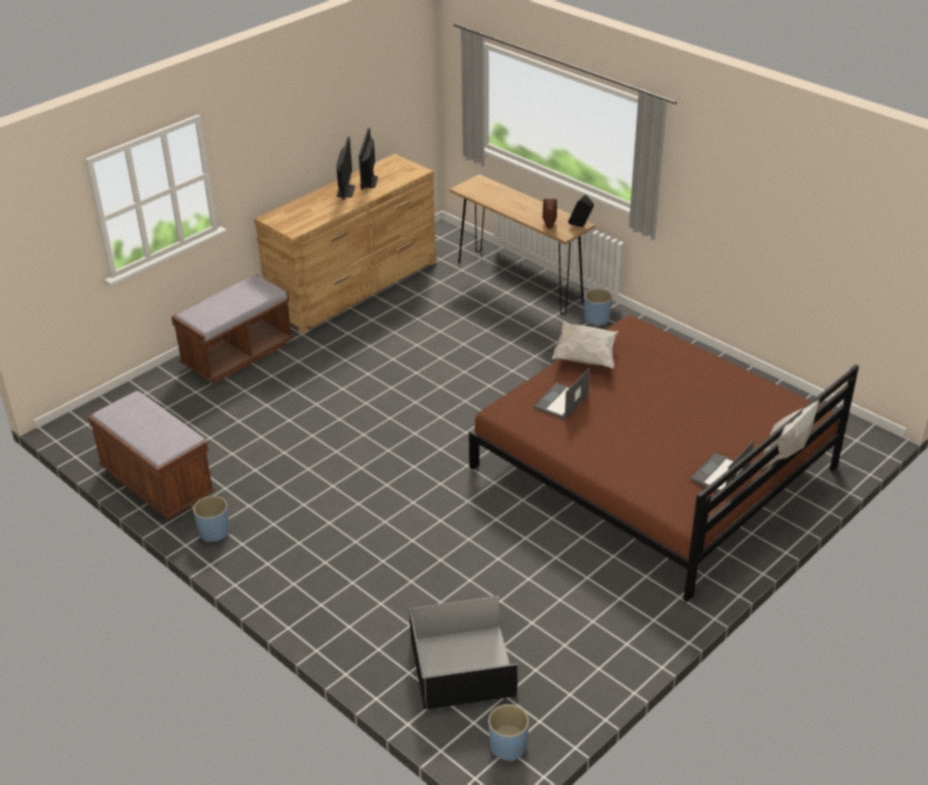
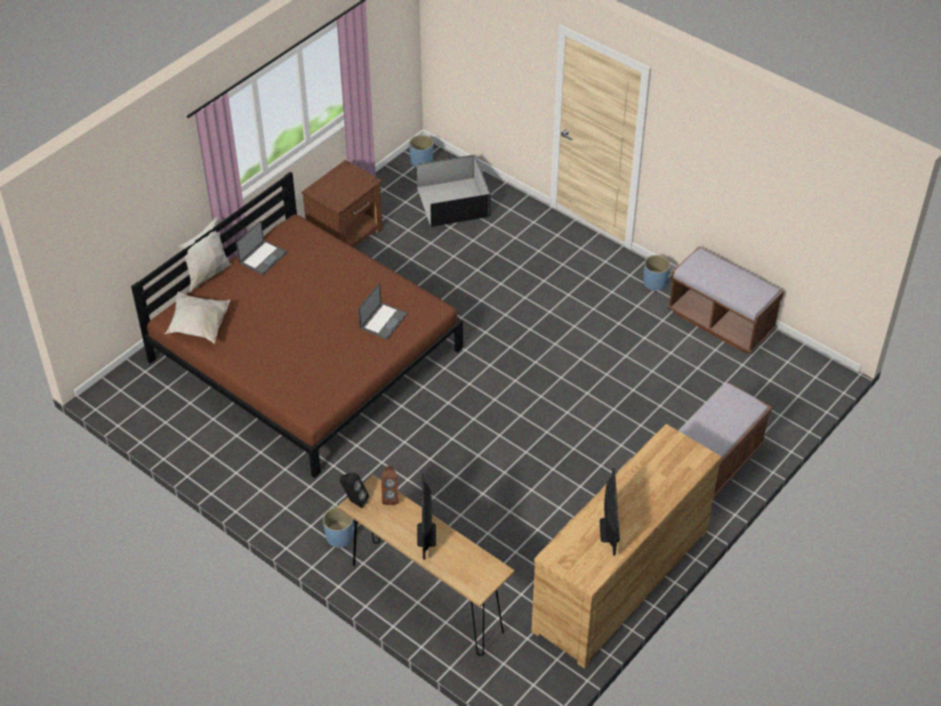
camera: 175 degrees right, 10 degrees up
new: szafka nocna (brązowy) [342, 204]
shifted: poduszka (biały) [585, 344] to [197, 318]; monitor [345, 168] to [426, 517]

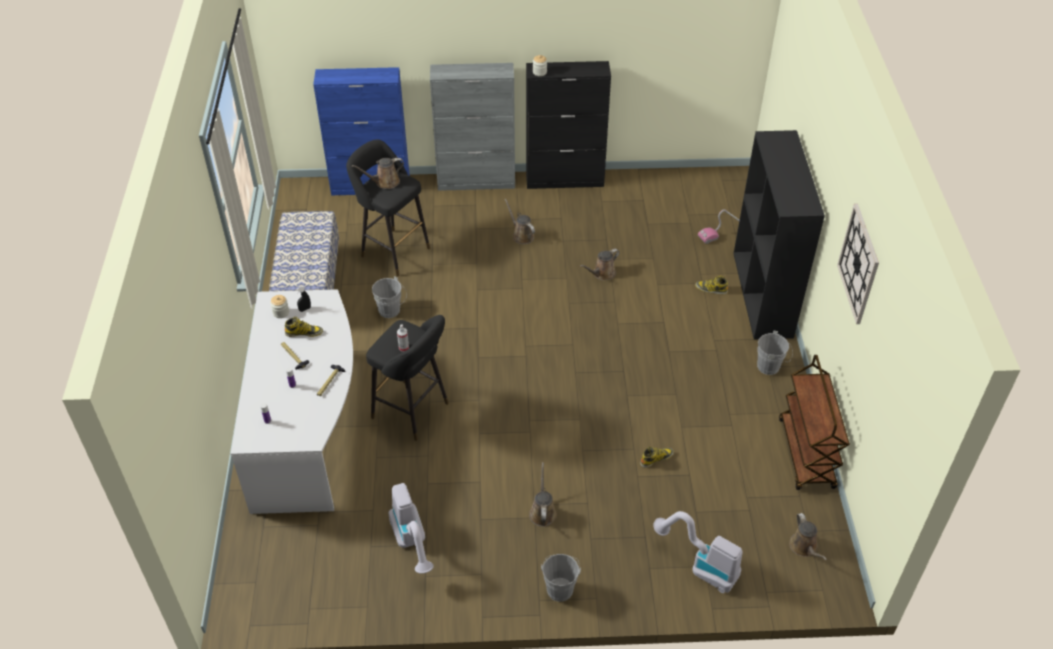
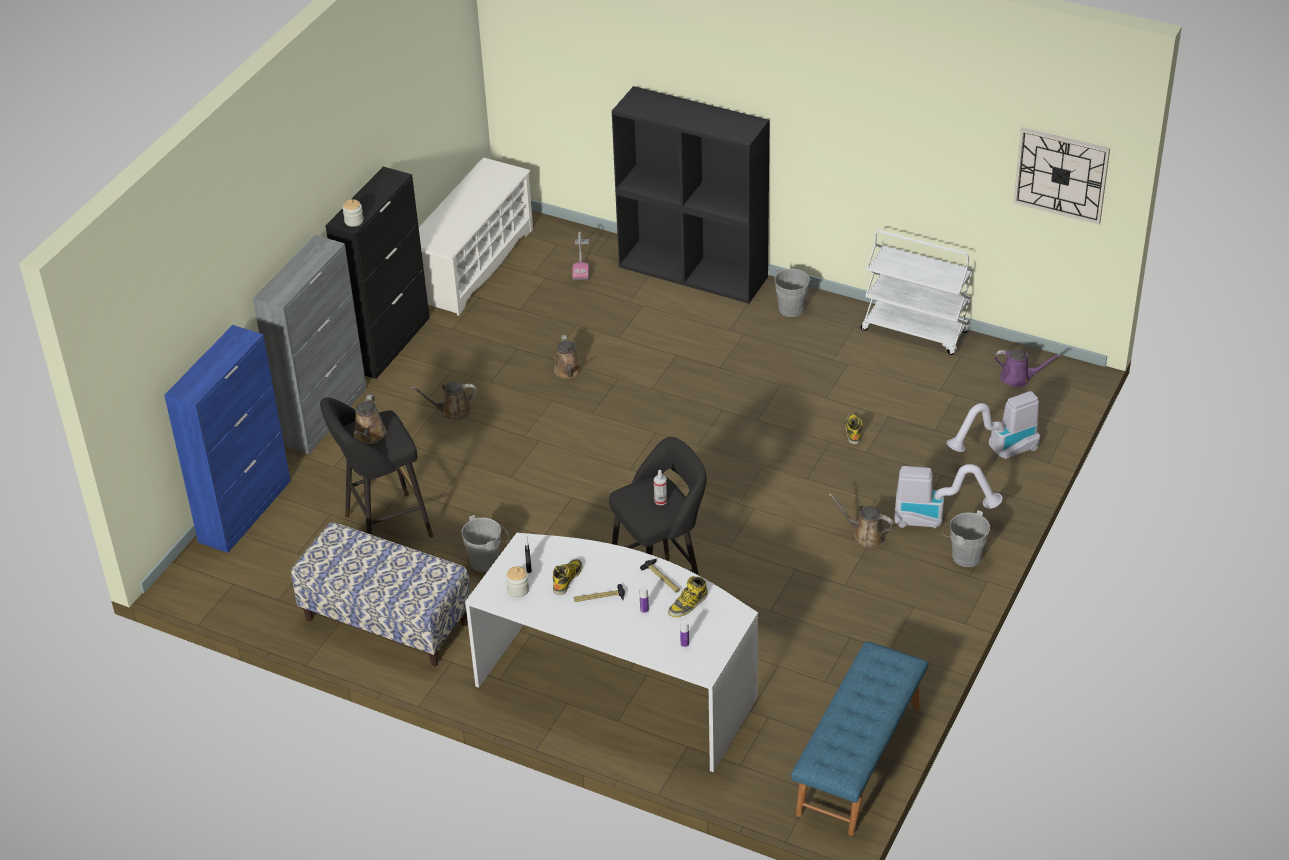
camera: 60 degrees left, 5 degrees down
new: regał na buty (biały) [476, 236]; ławka (niebieski) [860, 738]
shifted: but z cholewką [711, 285] to [688, 596]; odkurzacz [411, 528] to [948, 496]; zegar ścienny [858, 263] to [1061, 176]
repainted: wózek (brązowy) [814, 422] to wózek (biały) [917, 292]; konewka (brązowy) [808, 536] to konewka (fioletowy) [1027, 368]

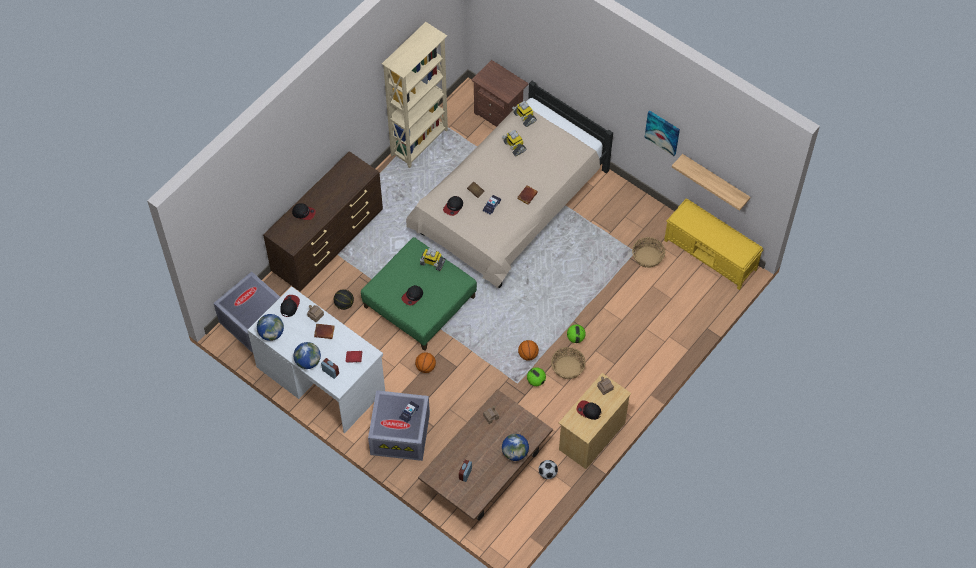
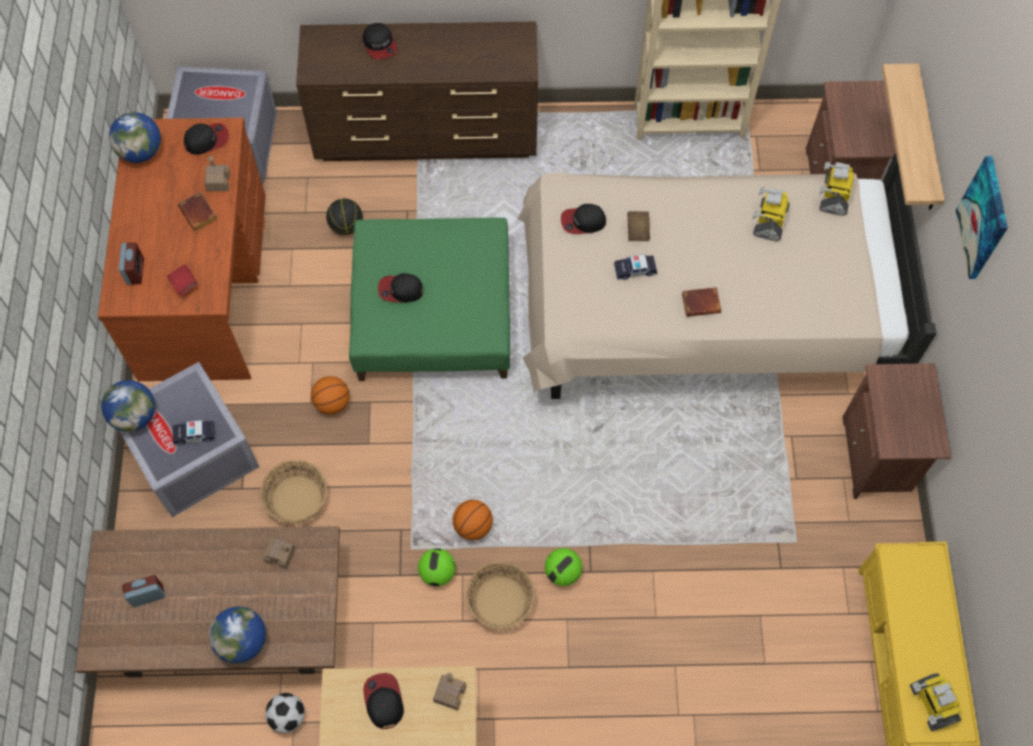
camera: 50 degrees right, 5 degrees up
new: szafka nocna (brązowy) [897, 431]
shifted: globus [307, 355] to [128, 406]; koszyk [648, 252] to [293, 492]; półka [711, 182] to [913, 137]; robot zabawkowy [432, 259] to [935, 703]; obraz [662, 133] to [982, 217]
repainted: biurko (biały) [316, 360] to biurko (brązowy) [182, 249]

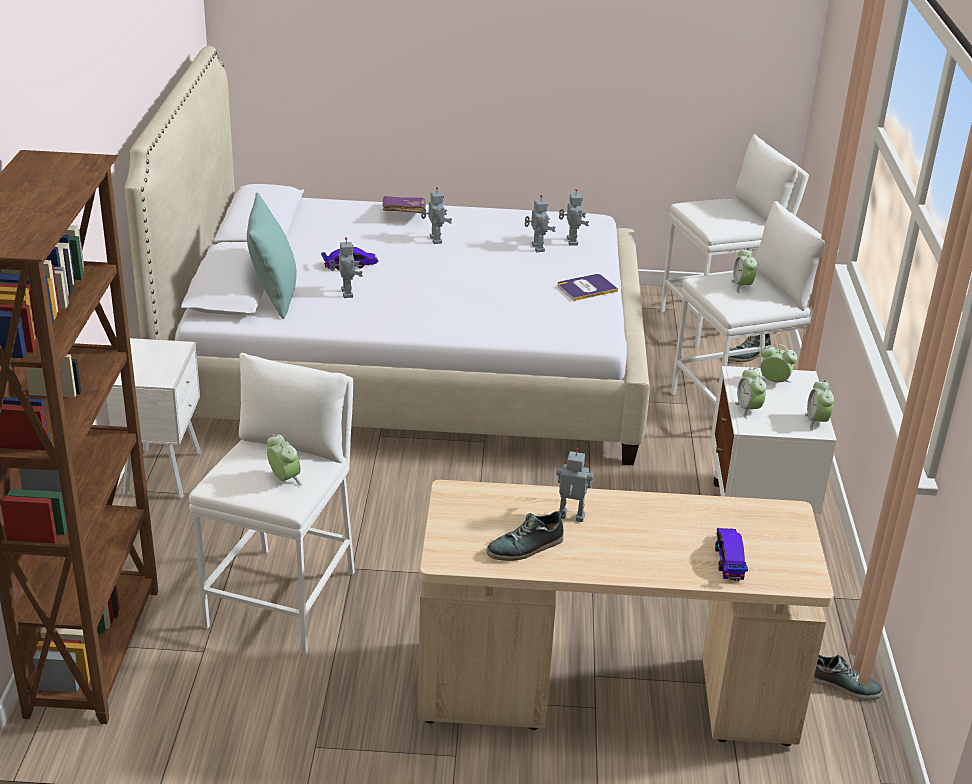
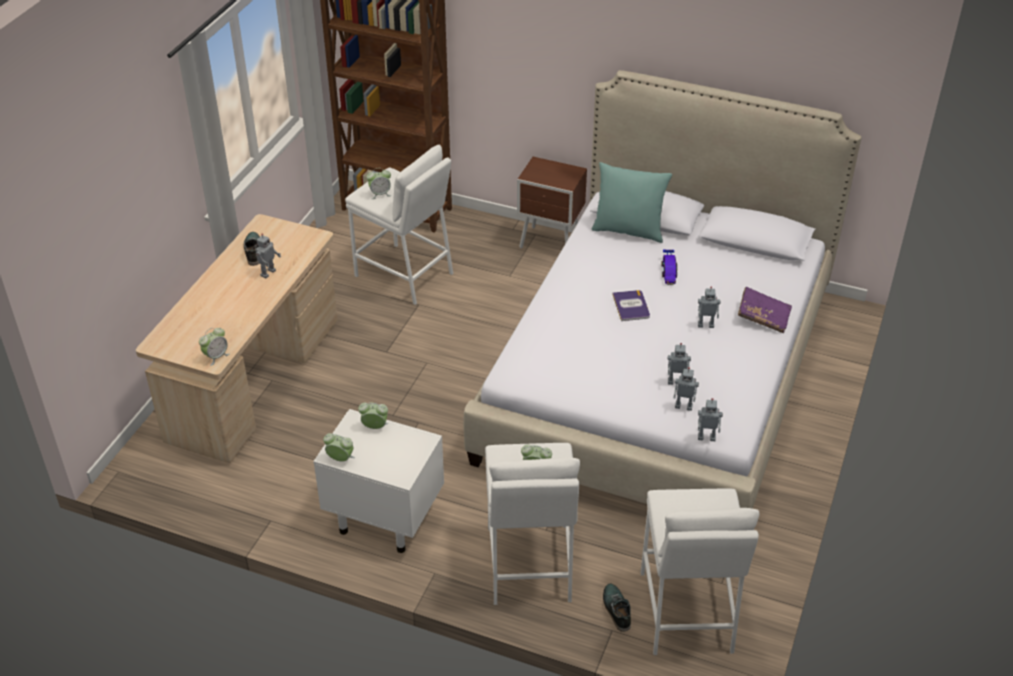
camera: 110 degrees right, 10 degrees up
gone: samochodzik [731, 554]; but [847, 677]
shifted: budzik [778, 363] to [214, 347]; książka [588, 287] to [631, 305]; robot zabawkowy [346, 267] to [710, 419]
repainted: szafka nocna (biały) [154, 418] to szafka nocna (brązowy) [552, 202]

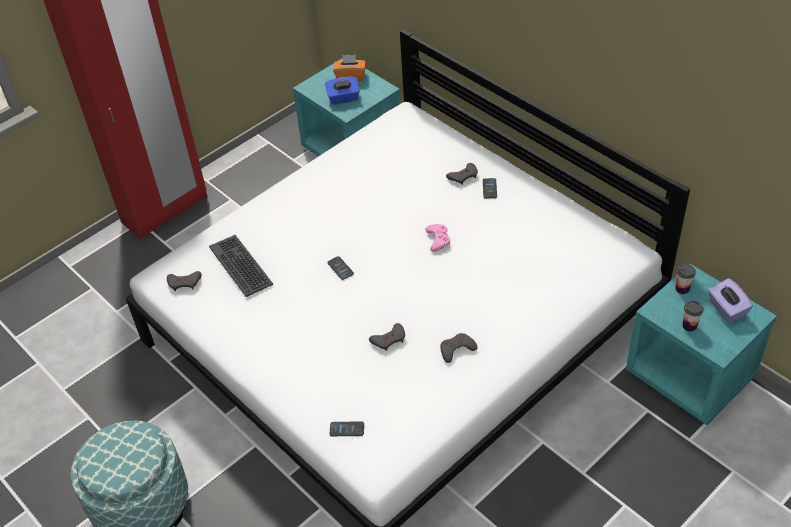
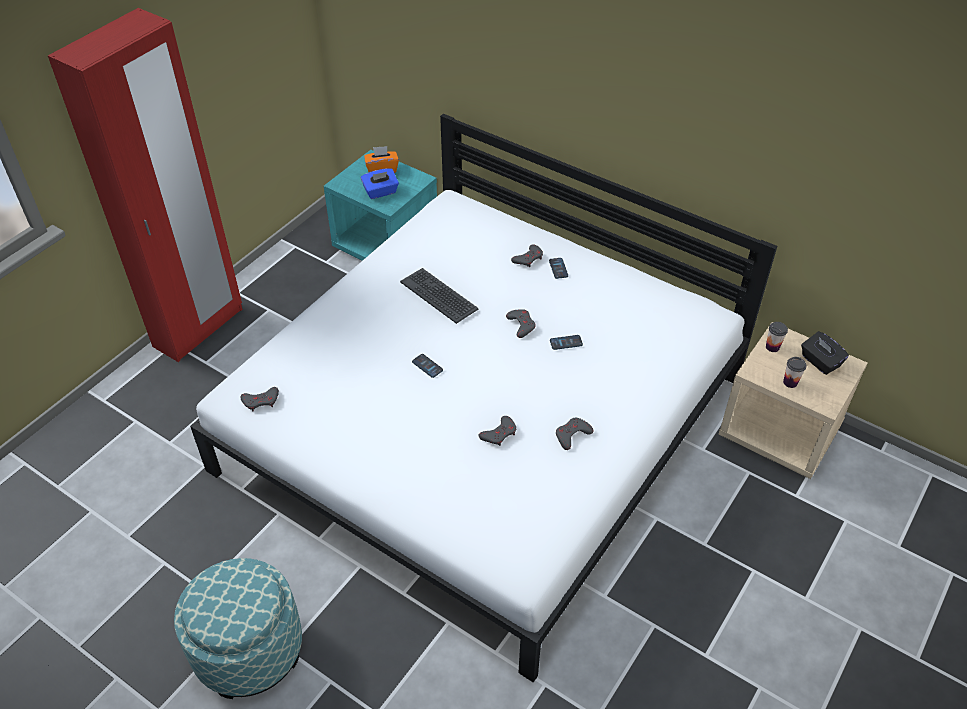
camera: 15 degrees left, 0 degrees up
shifted: klawiatura [241, 266] to [439, 296]; telefon [347, 428] to [566, 342]
repainted: pad do gier (różowy) [437, 238] to pad do gier (szary) [521, 323]; szafka nocna (turkusowy) [701, 344] to szafka nocna (beżowy) [793, 400]; pudełko chusteczek (fioletowy) [730, 300] to pudełko chusteczek (czarny) [825, 353]

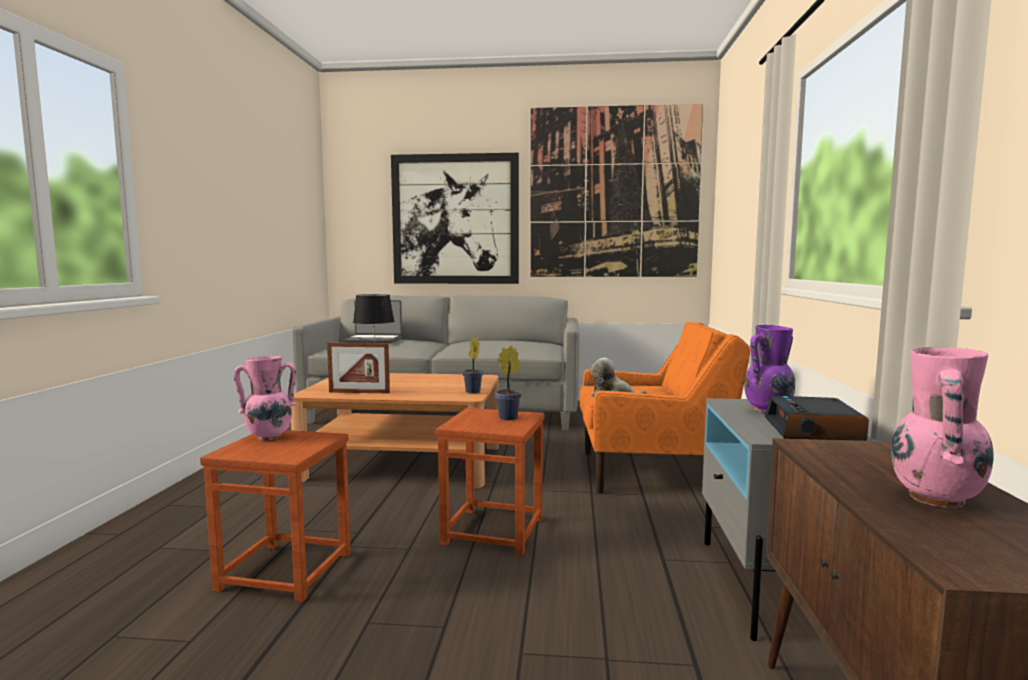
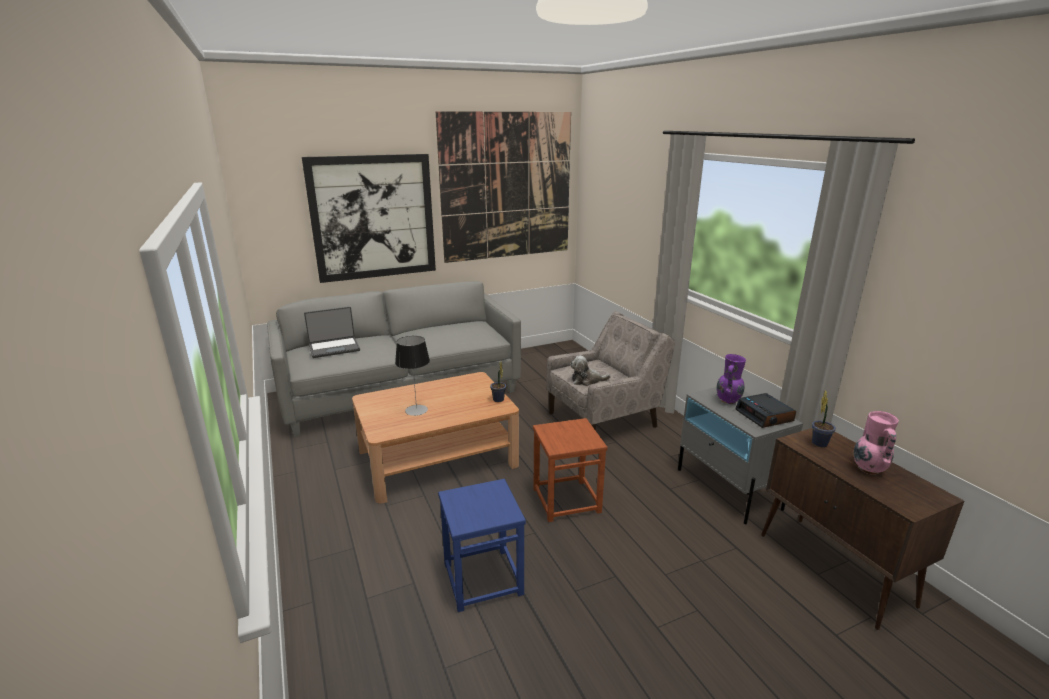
camera: 30 degrees left, 15 degrees up
gone: wazon (różowy) [265, 398]; ramka na zdjęcie [358, 367]
shifted: roślina doniczkowa [508, 382] to [824, 419]
repainted: stołek (brązowy) [275, 516] to stołek (niebieski) [482, 545]; fotel (pomarańczowy) [664, 407] to fotel (beżowy) [610, 371]

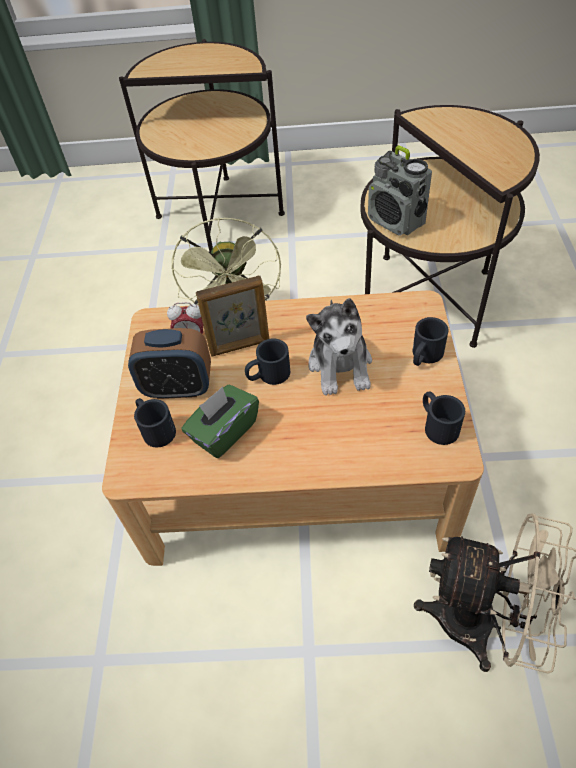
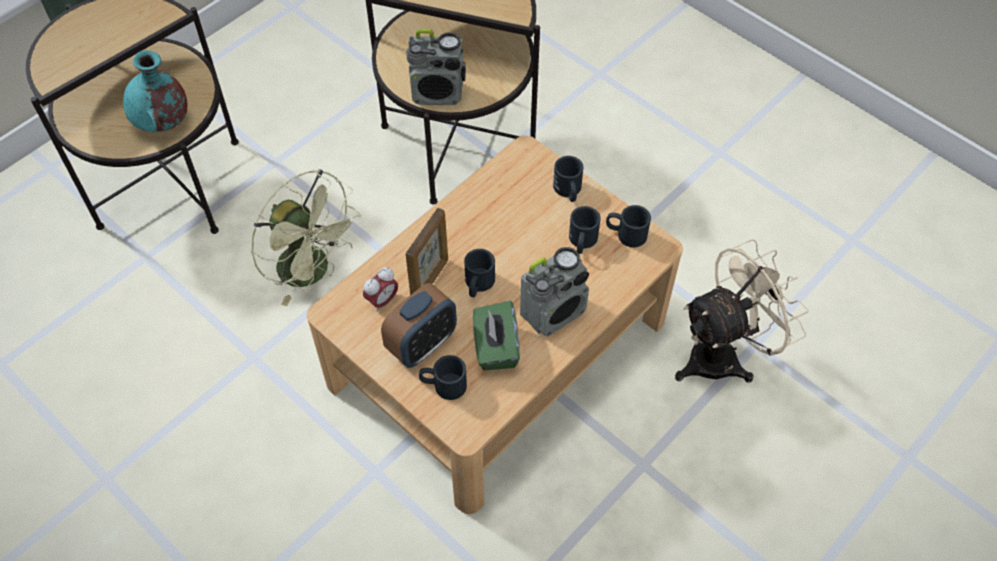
camera: 50 degrees left, 5 degrees up
gone: pluszak [339, 347]
new: wazon (turkusowy) [155, 91]; radio [554, 291]; kubek (czarny) [585, 230]

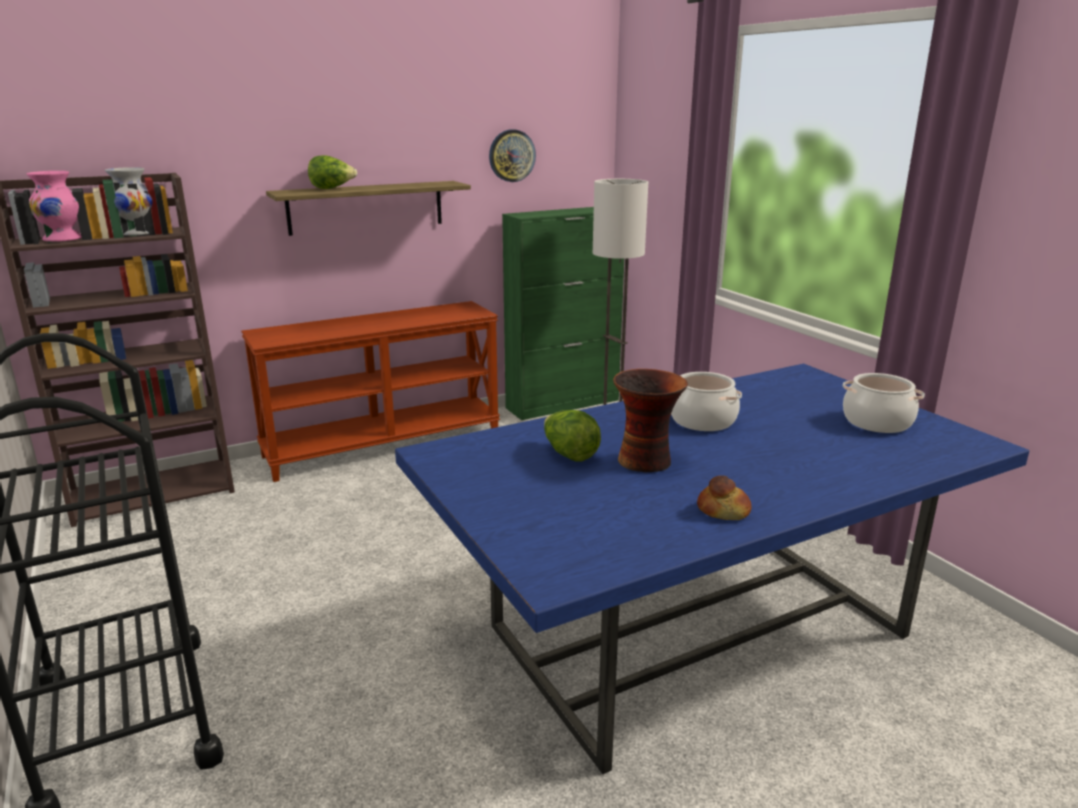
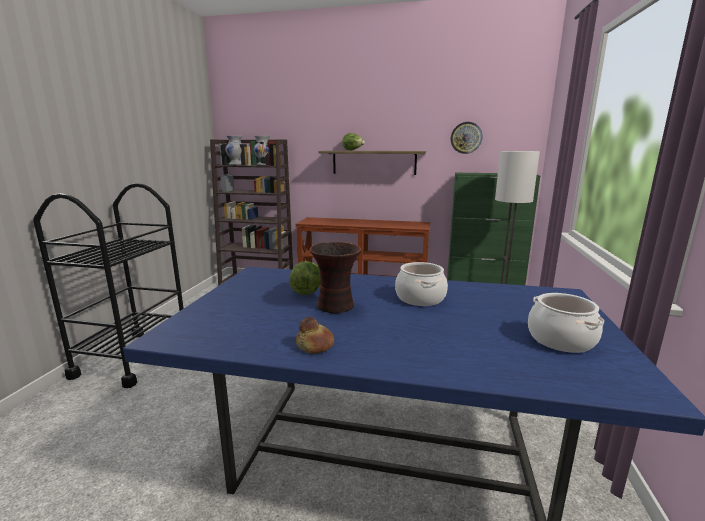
camera: 40 degrees right, 5 degrees down
repainted: wazon (różowy) [54, 206] to wazon (biały) [233, 150]

